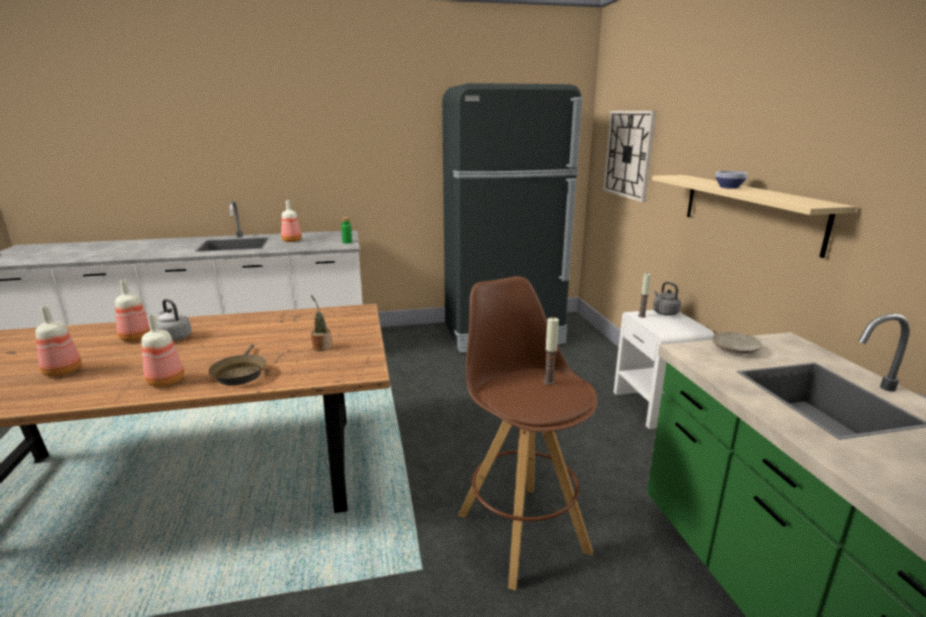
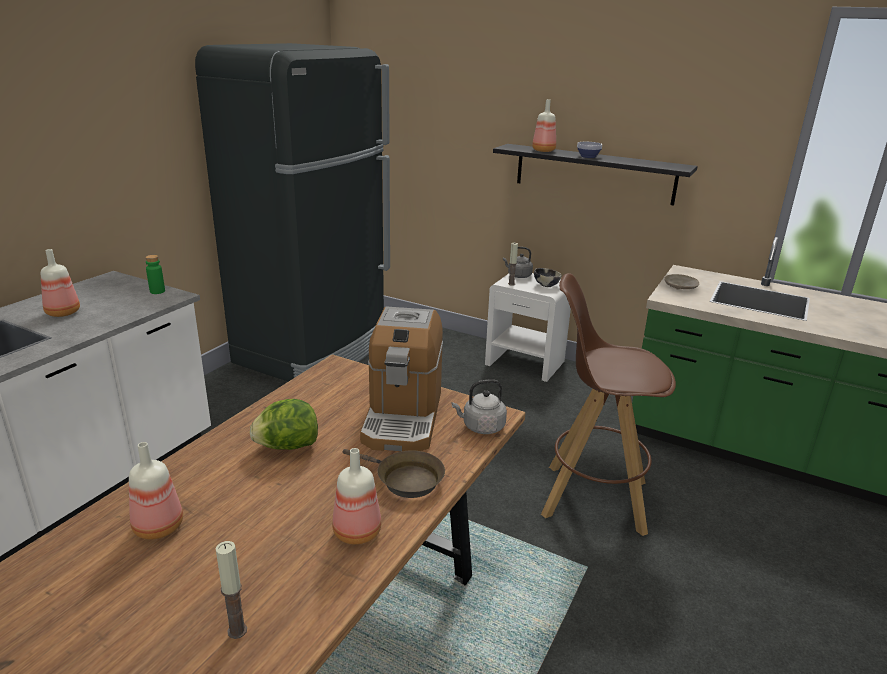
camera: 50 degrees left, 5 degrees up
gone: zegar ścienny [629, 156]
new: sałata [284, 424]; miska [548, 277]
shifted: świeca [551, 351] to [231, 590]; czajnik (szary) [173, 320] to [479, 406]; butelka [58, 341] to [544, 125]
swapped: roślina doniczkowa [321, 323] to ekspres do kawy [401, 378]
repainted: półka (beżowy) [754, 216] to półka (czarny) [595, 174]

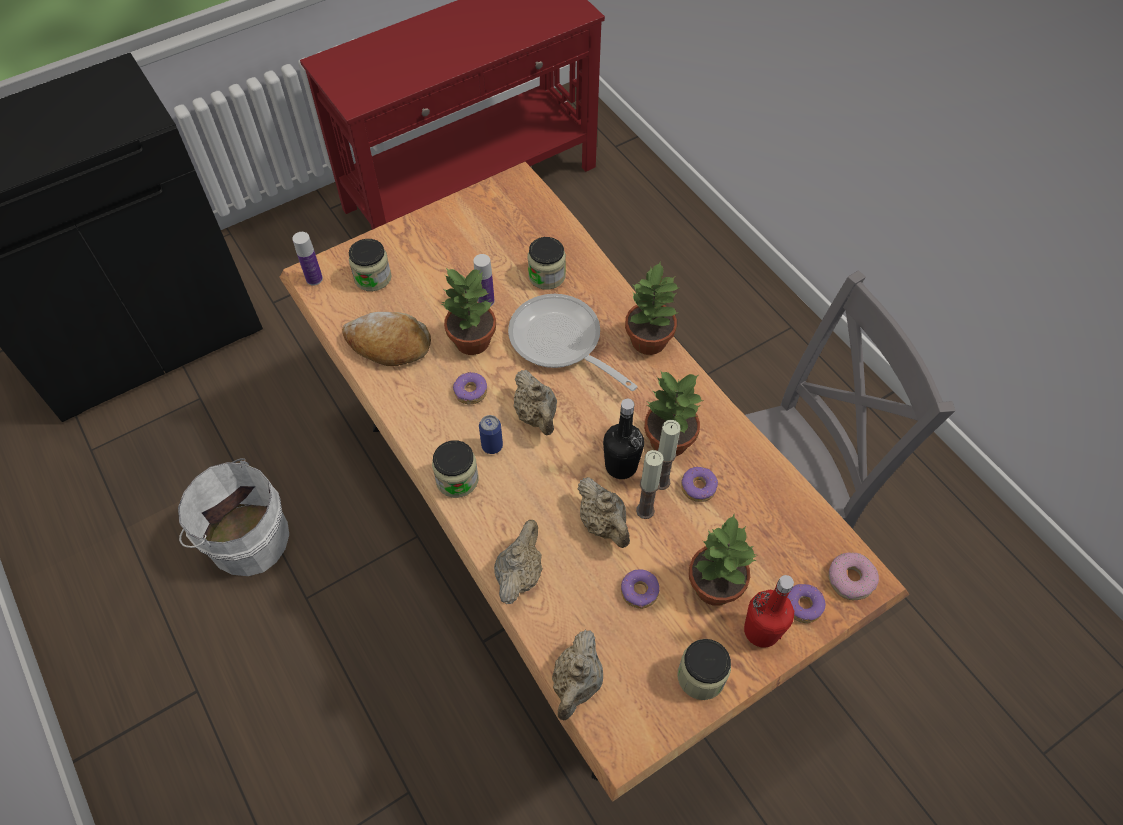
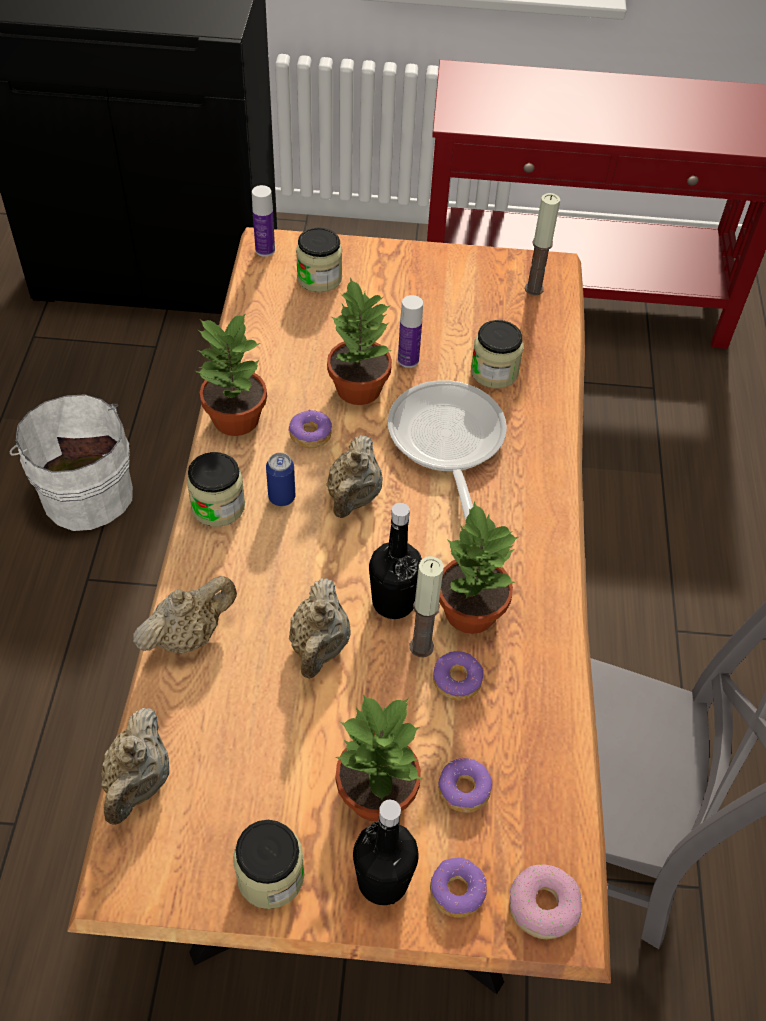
camera: 35 degrees right, 5 degrees down
gone: chleb [386, 339]
shifted: roślina doniczkowa [652, 308] to [231, 374]; donut [640, 589] to [465, 785]; świeca [649, 484] to [542, 244]
repainted: butelka (czerwony) [769, 611] to butelka (czarny) [385, 852]
rotated: imbryk (beżowy) [577, 675] = [135, 766] 45 degrees counterclockwise

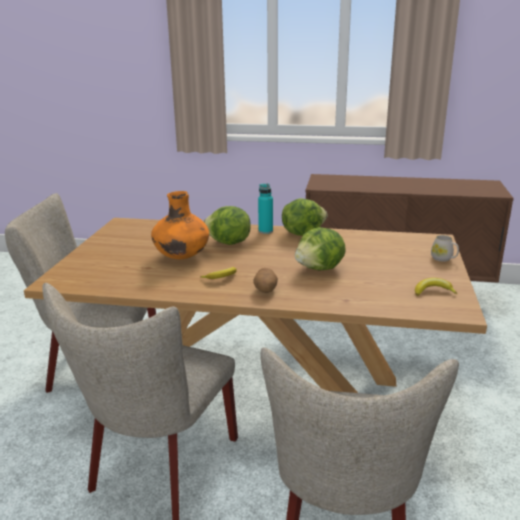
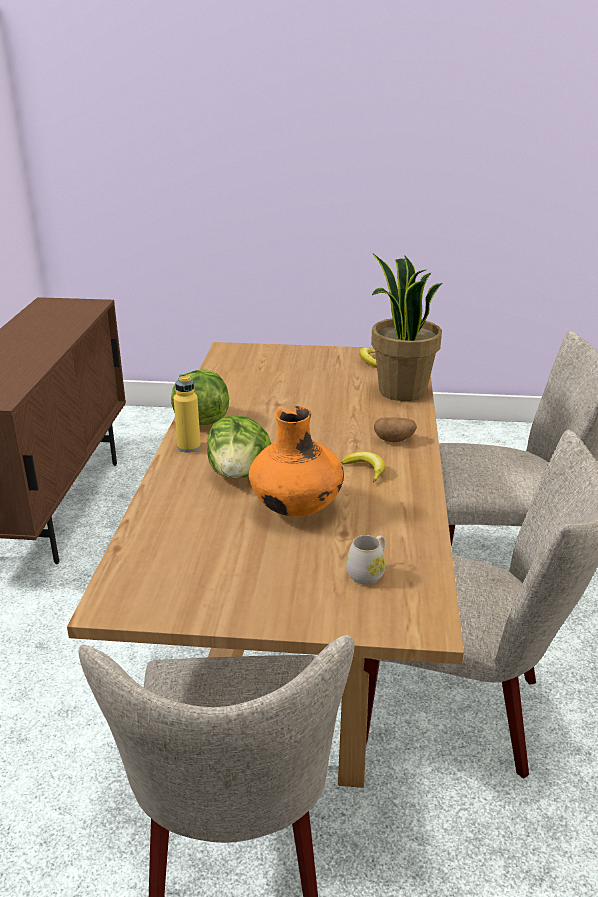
camera: 95 degrees left, 5 degrees up
gone: sałata [320, 248]
new: roślina doniczkowa [406, 327]
shifted: kubek (biały) [445, 248] to [365, 559]
repainted: butelka (turkusowy) [265, 208] to butelka (żółty) [187, 413]

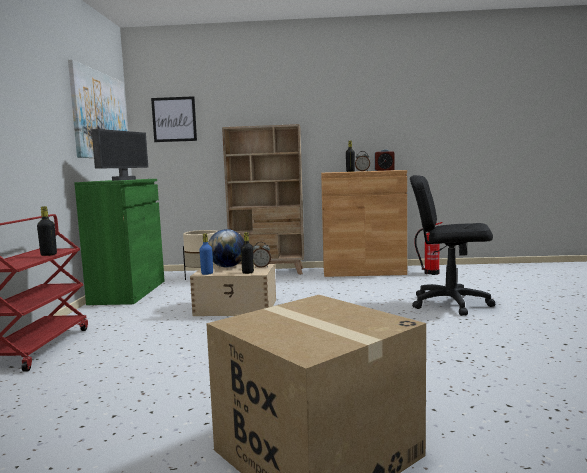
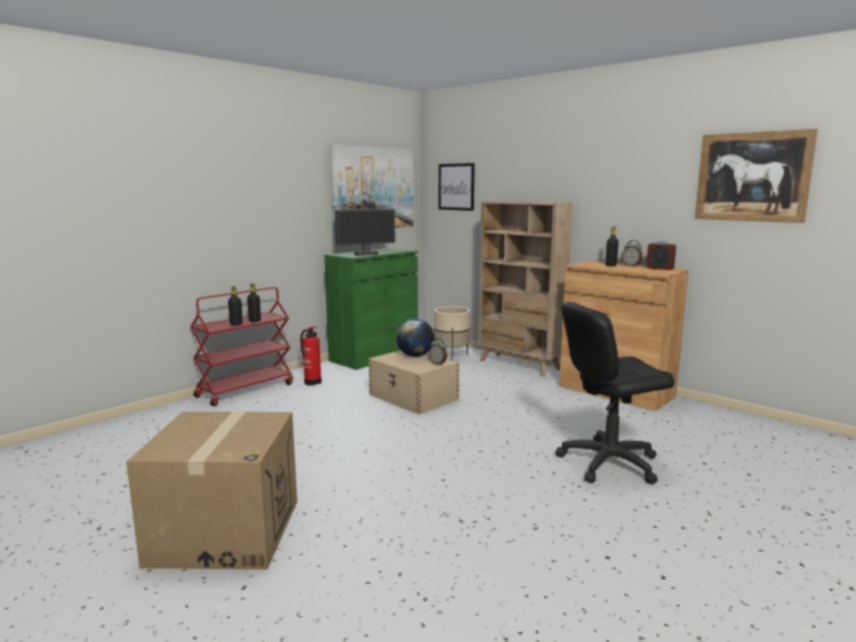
camera: 40 degrees right, 5 degrees up
gone: butelka (niebieski) [206, 254]
new: obraz [756, 176]
shifted: butelka (czarny) [247, 253] to [235, 306]; gaśnica [428, 248] to [311, 356]
rotated: krzesło biurowe (czarny) [452, 245] = [614, 393] 75 degrees counterclockwise

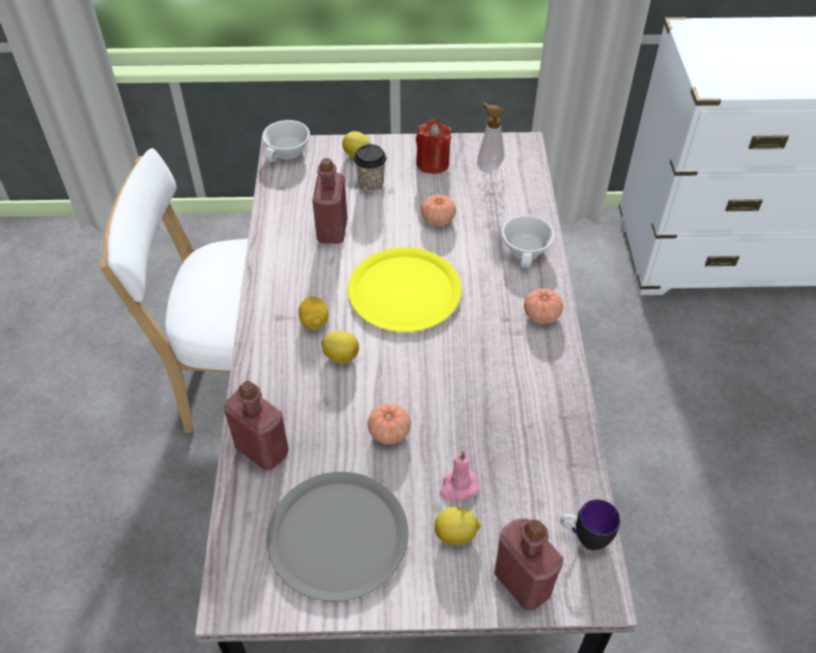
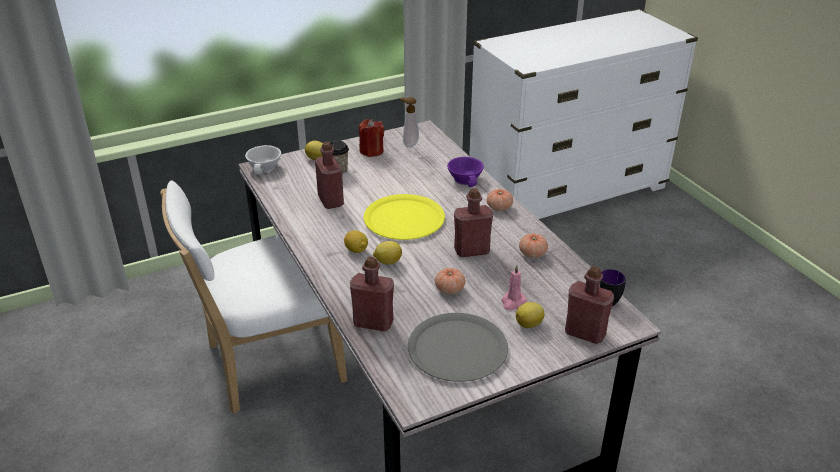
camera: 25 degrees left, 15 degrees down
new: butelka (czerwony) [473, 222]
shifted: pomidor [438, 210] to [533, 245]
repainted: filiżanka (biały) [528, 241] to filiżanka (fioletowy) [465, 172]

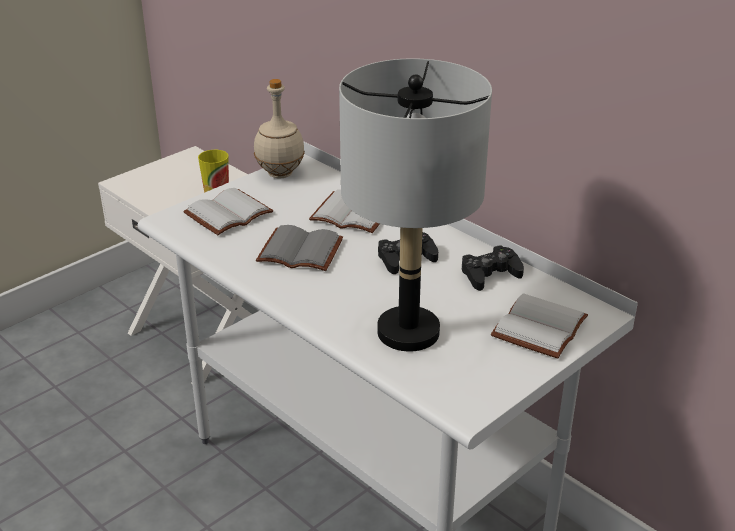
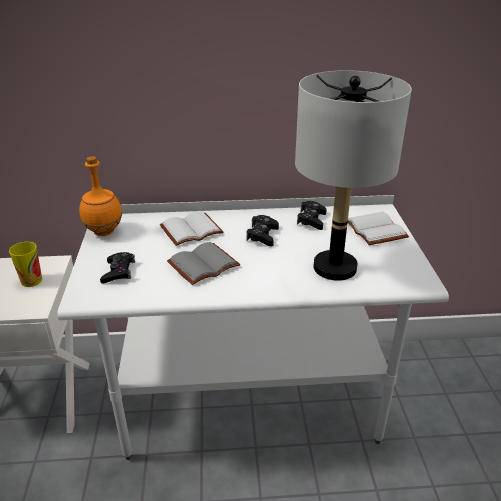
camera: 50 degrees left, 0 degrees up
swapped: książka (biały) [228, 211] to pad do gier (czarny) [117, 268]
repainted: butelka (beżowy) [279, 128] to butelka (pomarańczowy) [100, 196]

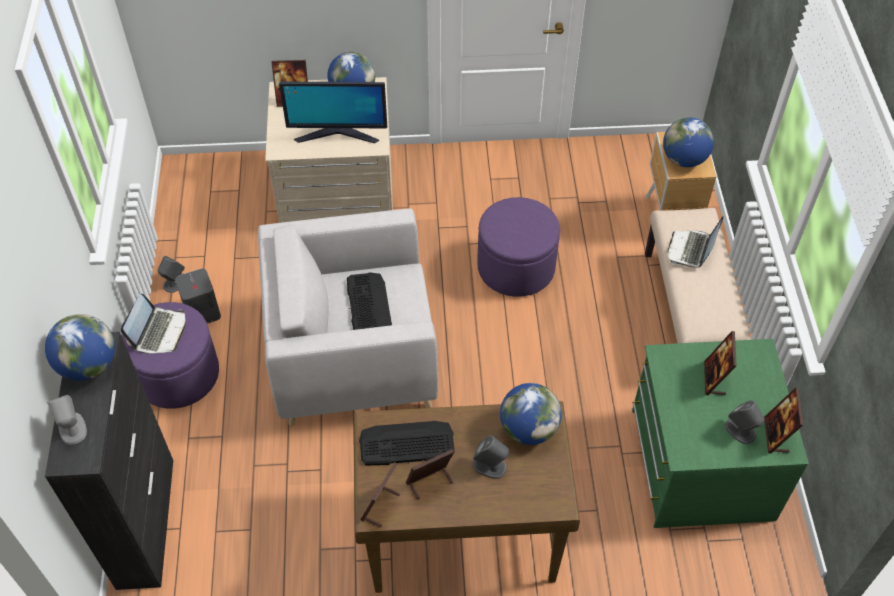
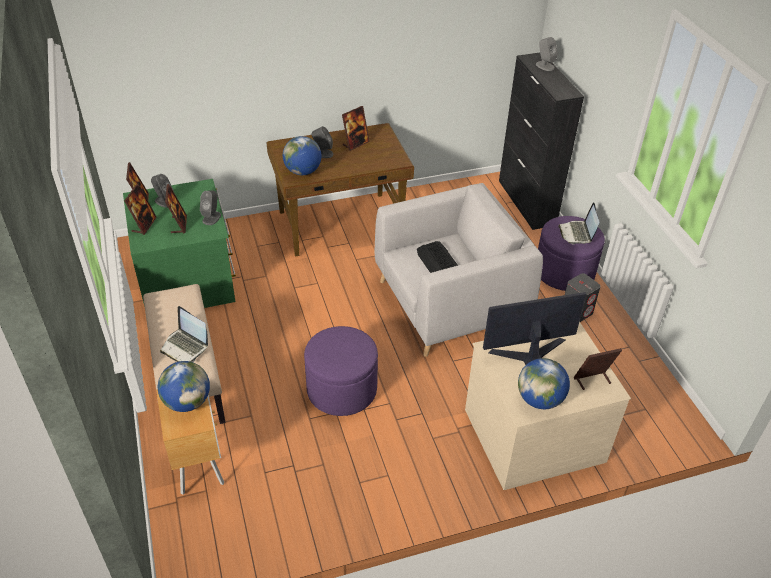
camera: 165 degrees right, 10 degrees down
gone: globus [80, 347]; klawiatura [407, 443]
shifted: ramka na zdjęcie [380, 494] to [140, 209]; głośnik (szary) [171, 274] to [210, 207]
rotated: laptop [695, 242] = [184, 334] 120 degrees clockwise

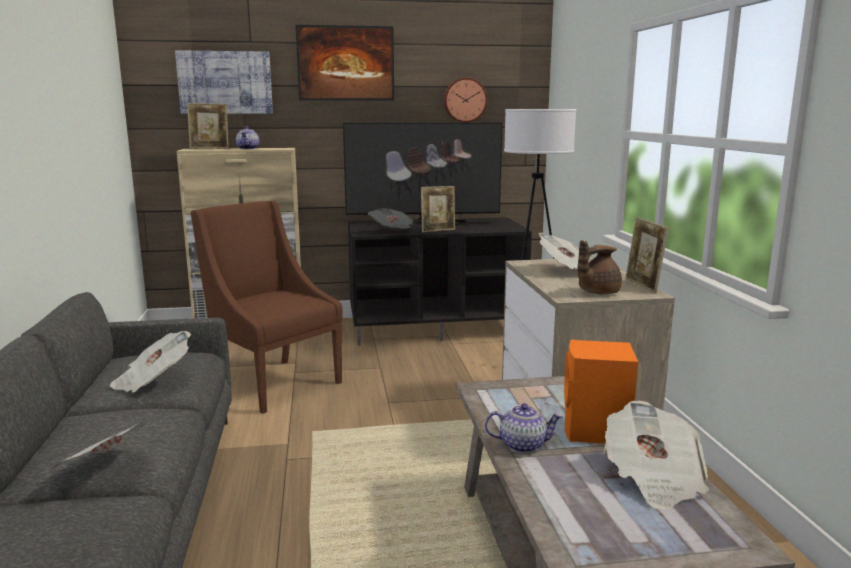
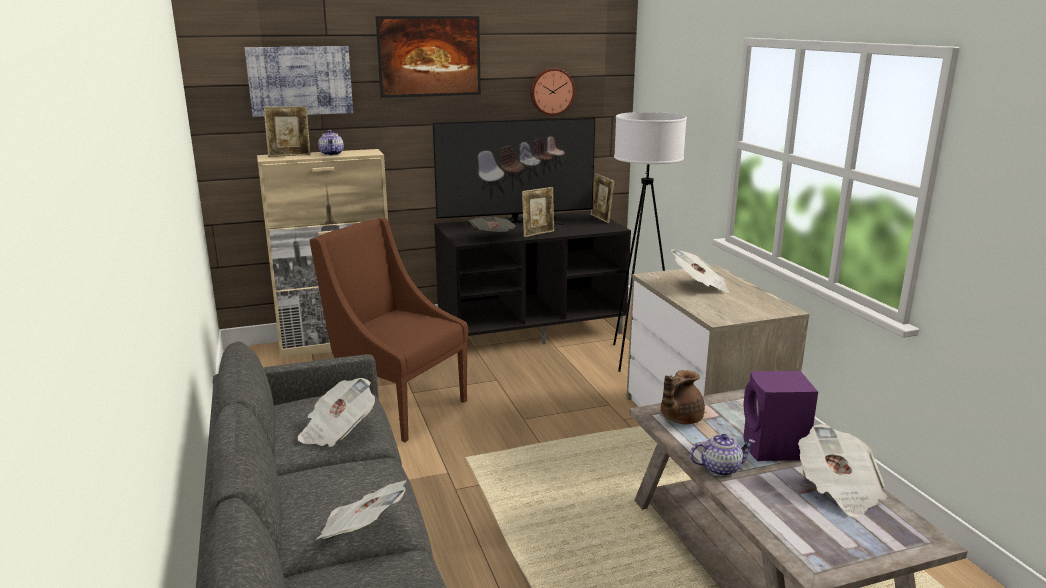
camera: 10 degrees left, 5 degrees up
shifted: ramka na zdjęcie [647, 255] to [602, 198]; imbryk (brązowy) [599, 267] to [683, 397]
repainted: głośnik (pomarańczowy) [601, 392] to głośnik (fioletowy) [780, 416]

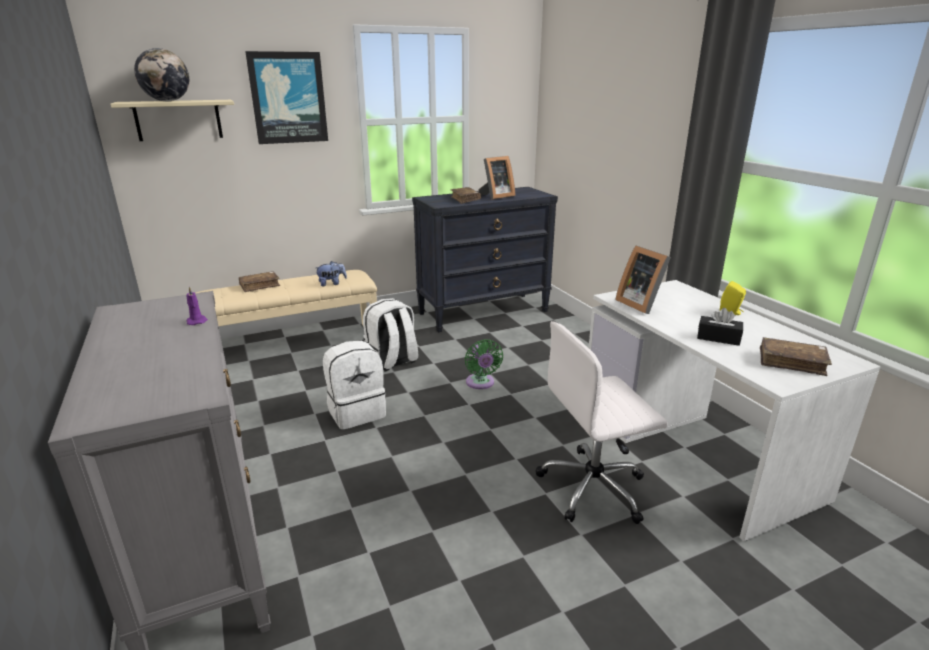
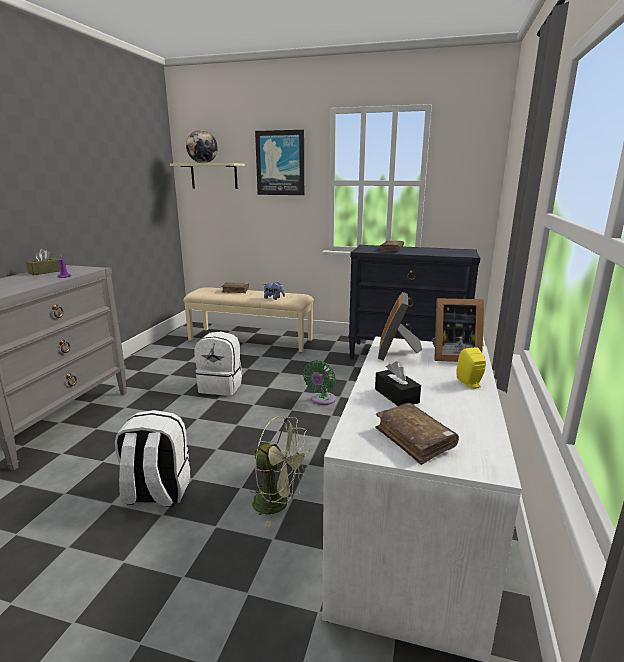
camera: 40 degrees right, 5 degrees down
new: pudełko chusteczek (brązowy) [43, 262]
shifted: plecak (biały) [391, 335] to [152, 458]; ramka na zdjęcie [496, 178] to [458, 330]
swapped: krzesło biurowe (biały) [601, 422] to wentylator (zielony) [280, 471]

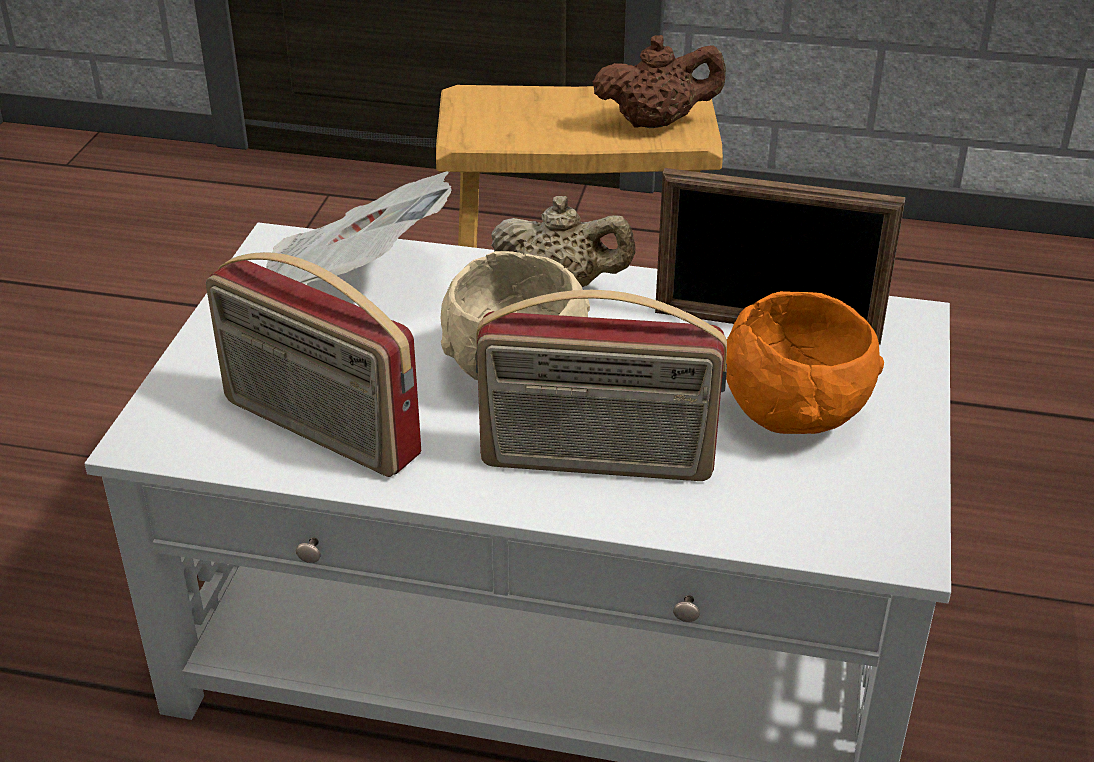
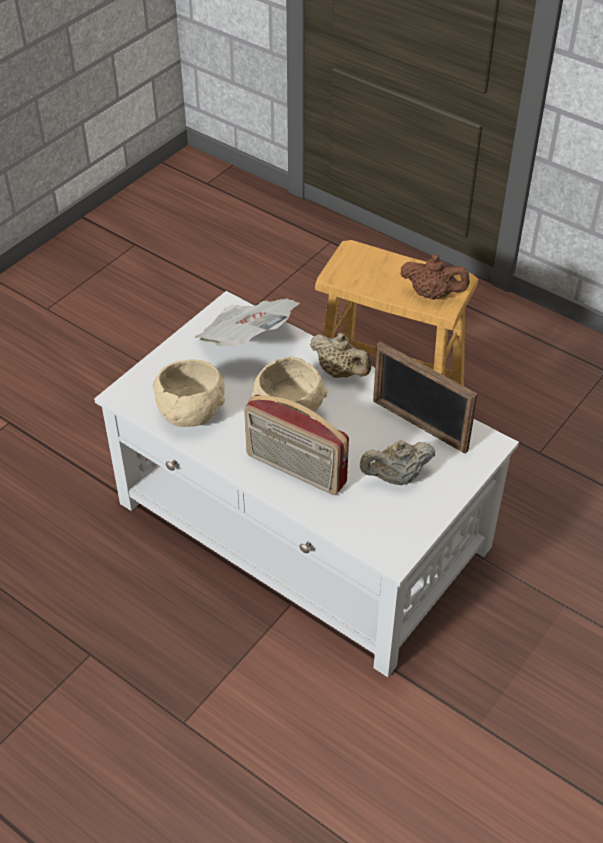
camera: 25 degrees right, 10 degrees up
swapped: radio [313, 364] to miska (beżowy) [189, 393]; miska (pomarańczowy) [805, 362] to imbryk (beżowy) [397, 462]

